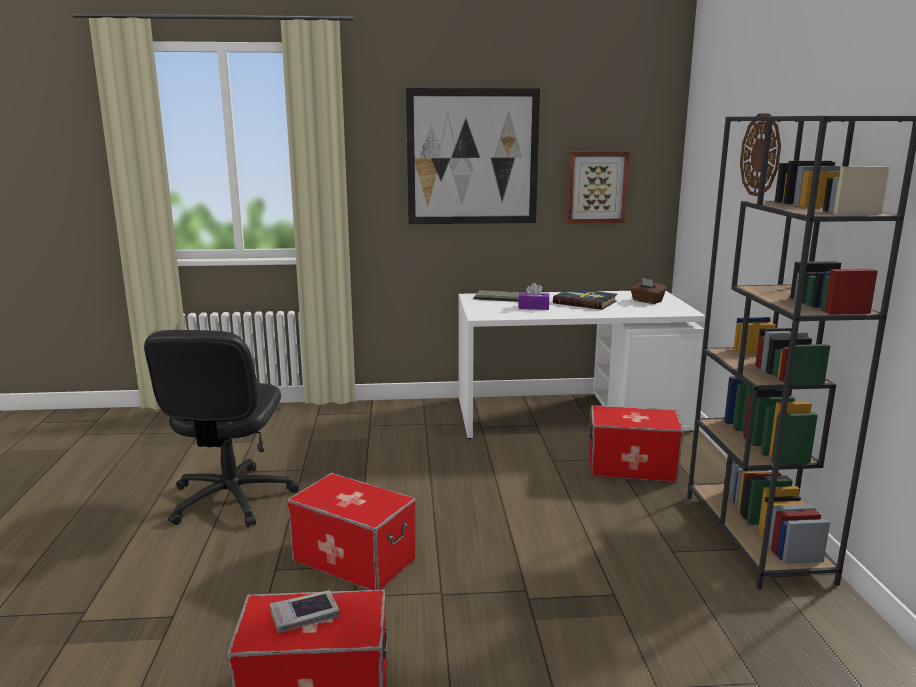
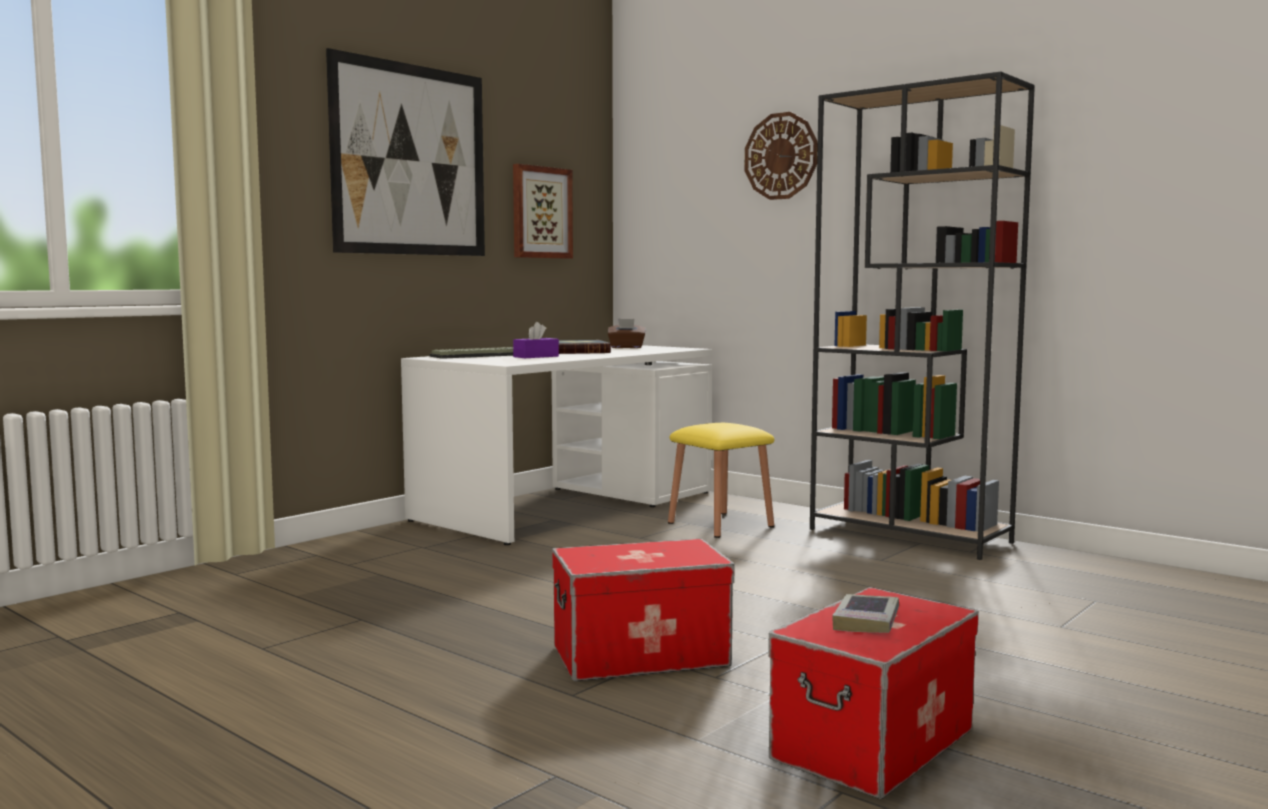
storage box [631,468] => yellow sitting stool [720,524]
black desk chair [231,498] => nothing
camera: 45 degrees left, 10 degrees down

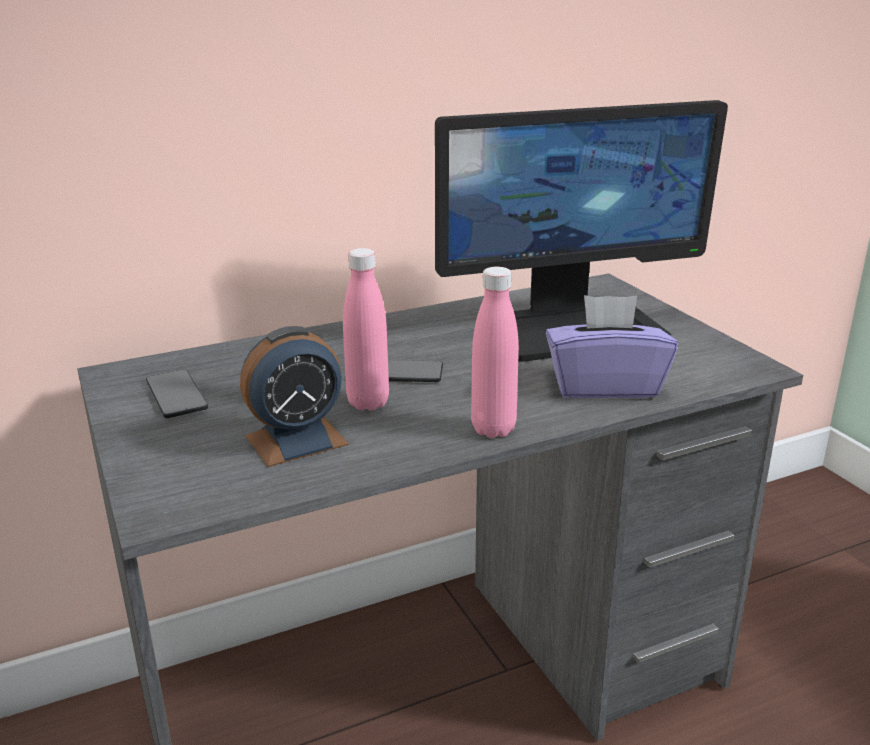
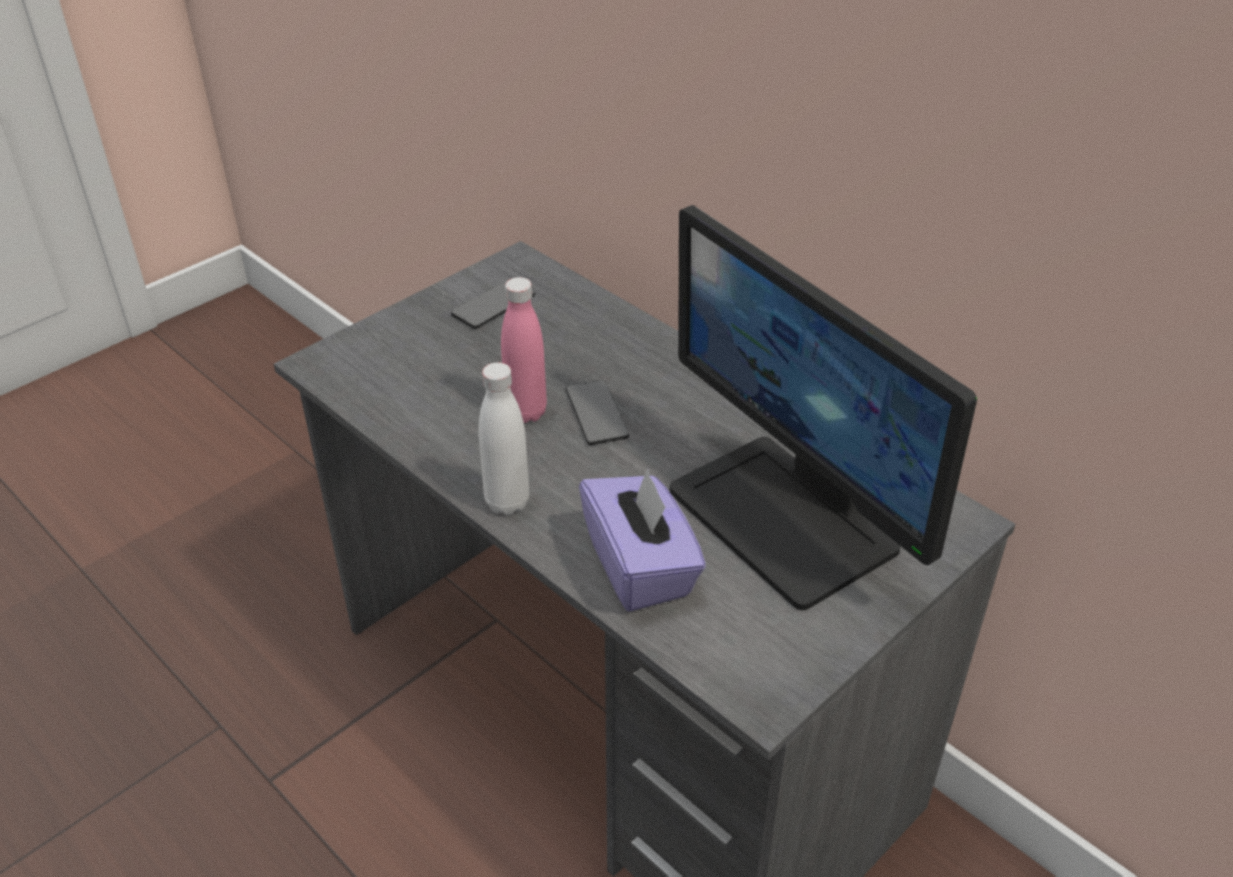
pink bottle [493,429] => white-coloured bottle [507,502]
table clock [296,440] => nothing
camera: 70 degrees right, 15 degrees up

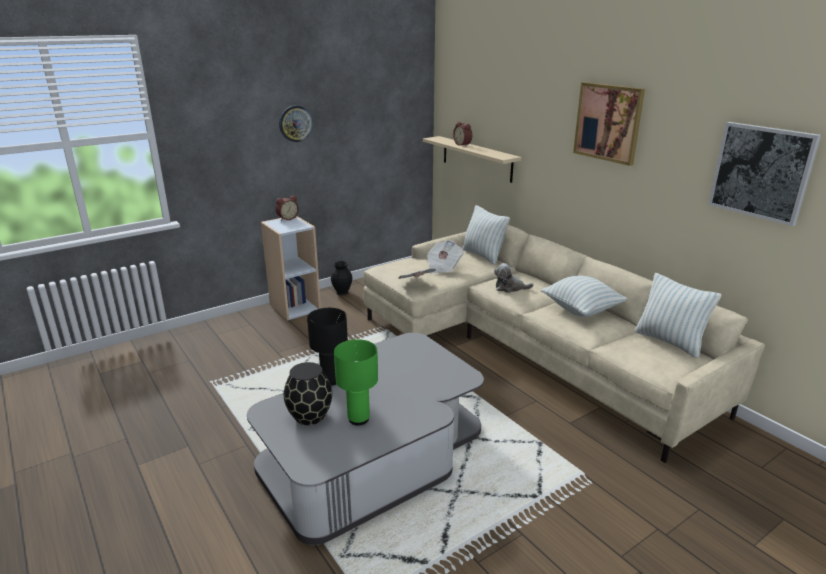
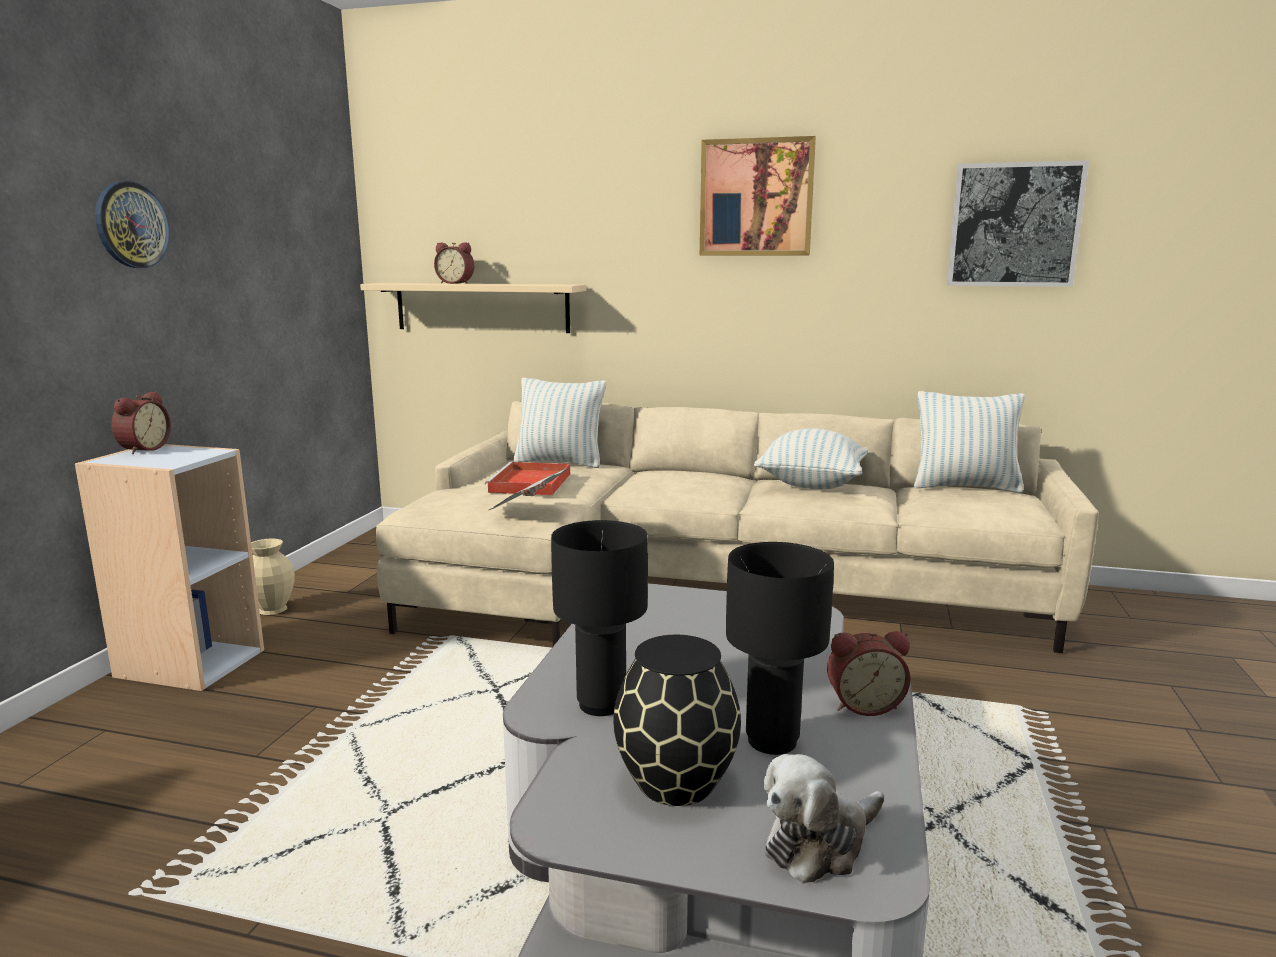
black flower vase [342,292] => beige-coloured flower vase [272,609]
newspaper [442,267] => red tray [530,483]
greenish lamp for a table [358,419] => black lamp for a table [773,741]
soft toy [510,288] => soft toy [819,843], shifted
nothing => table clock [863,704]
camera: 40 degrees left, 10 degrees down

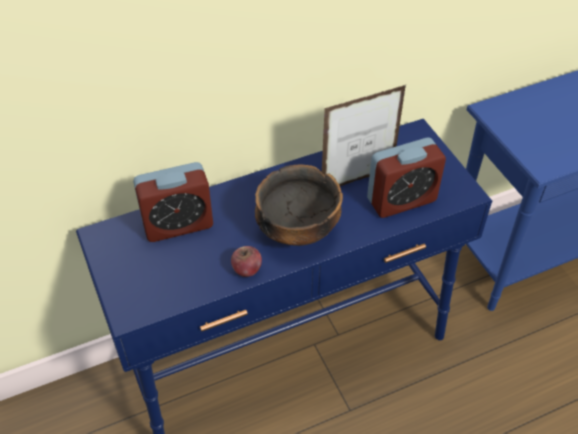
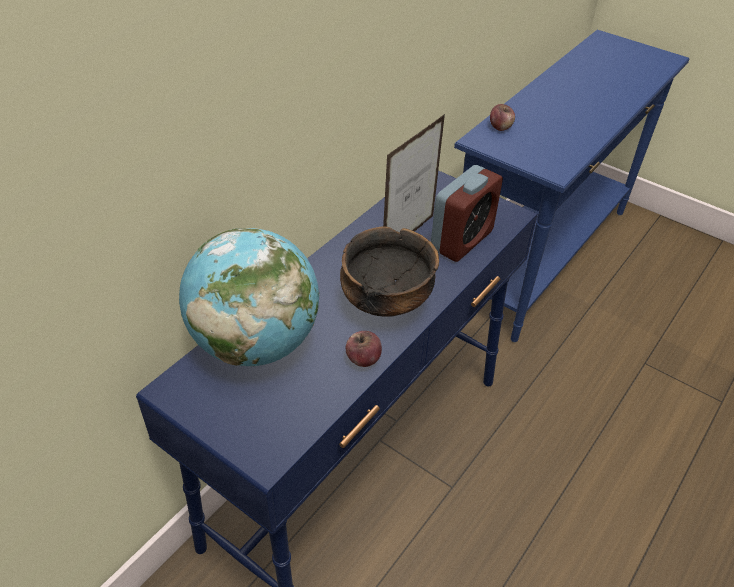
table clock [178,224] => globe [255,343]
nothing => apple fruit [500,127]
camera: 30 degrees left, 5 degrees down

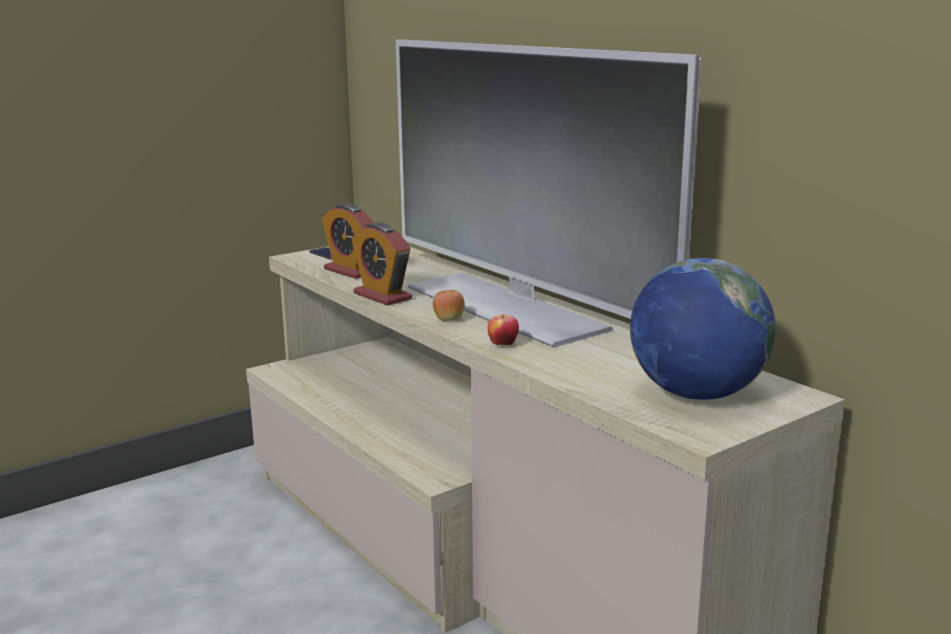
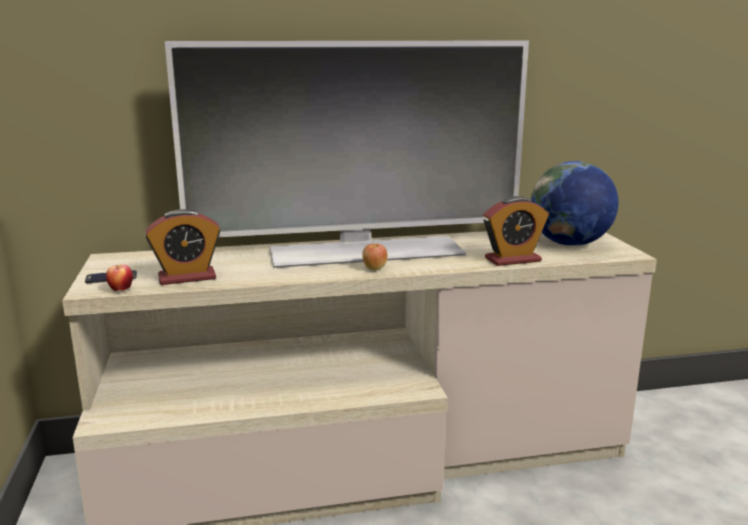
apple fruit [503,345] => apple fruit [121,290], shifted
table clock [382,296] => table clock [512,259], shifted
camera: 65 degrees left, 0 degrees up

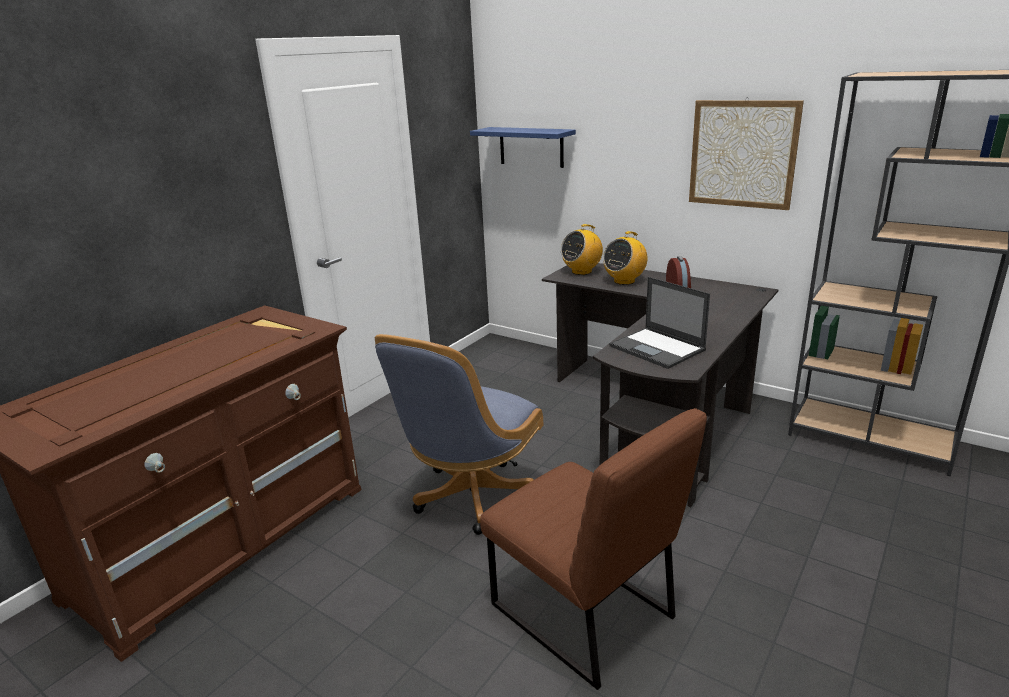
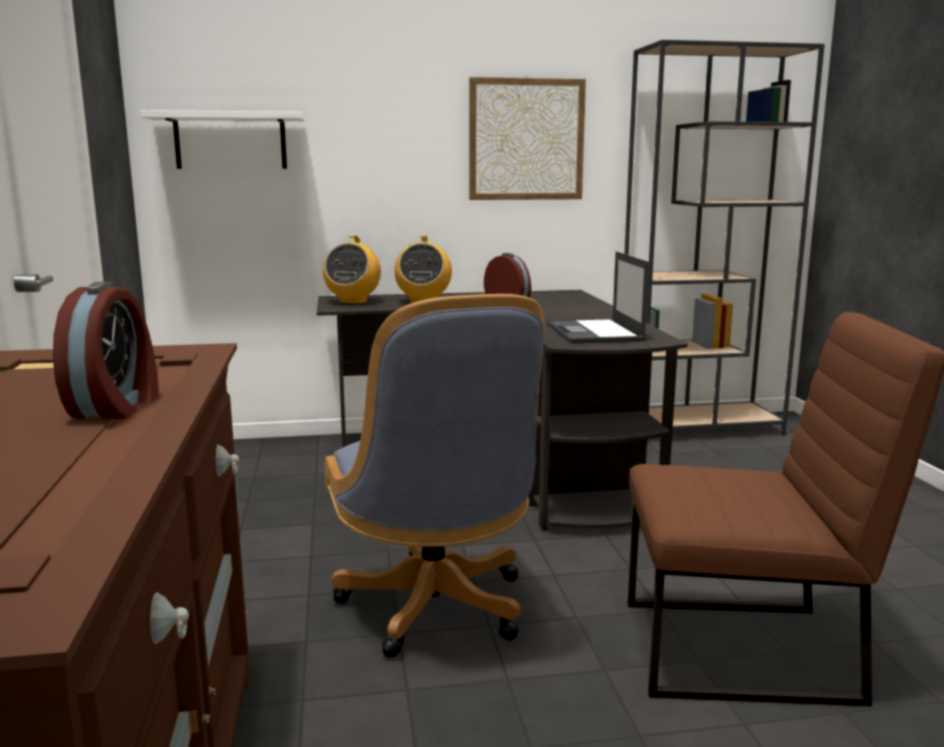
nothing => table clock [117,406]
blue wall shelf [531,147] => white-coloured wall shelf [230,141]
portable computer [658,348] => portable computer [595,333], 75 degrees clockwise
camera: 45 degrees left, 10 degrees down

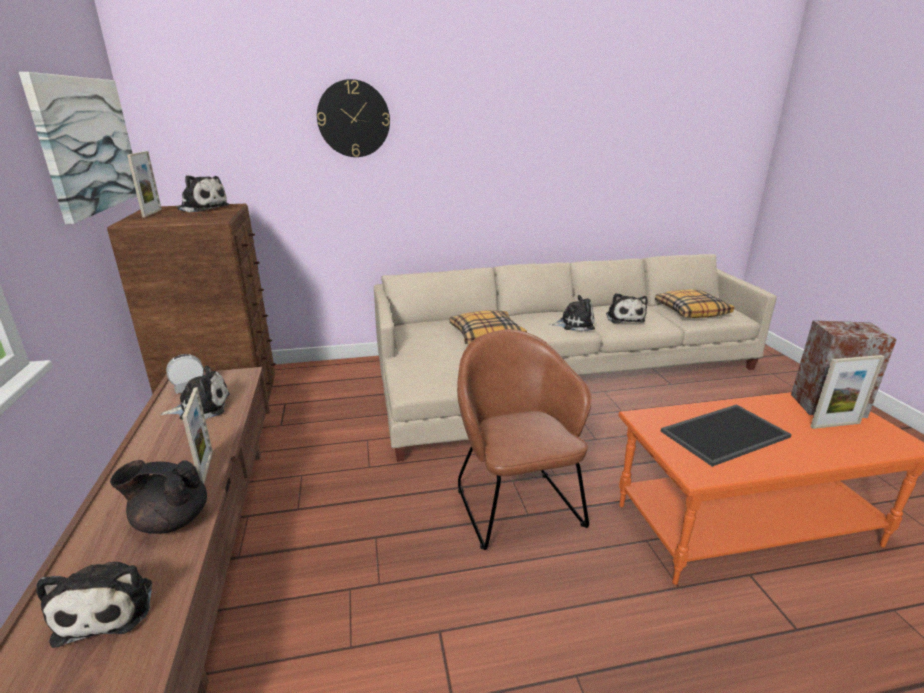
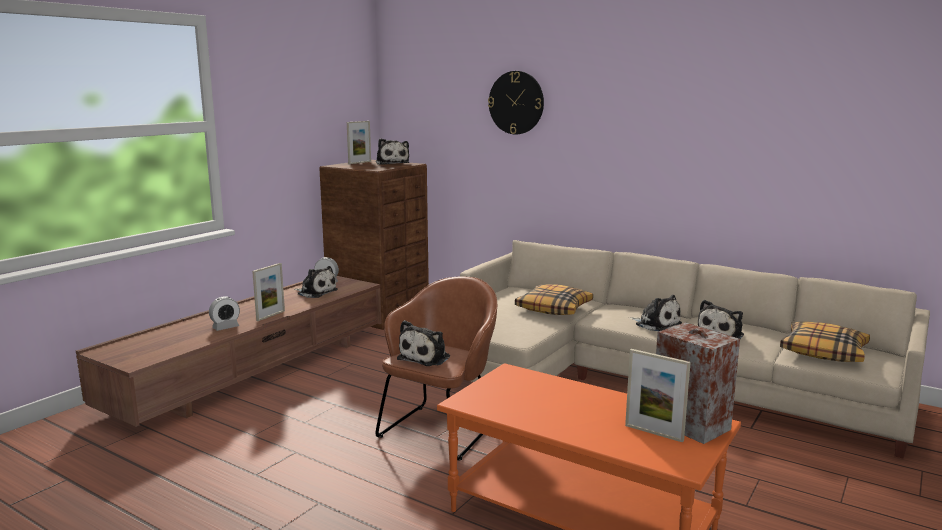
black pot for tea [171,520] => table clock [225,327]
soft toy [108,607] => soft toy [426,357], shifted
wall picture [88,144] => nothing
tray [724,433] => nothing
camera: 45 degrees right, 10 degrees down

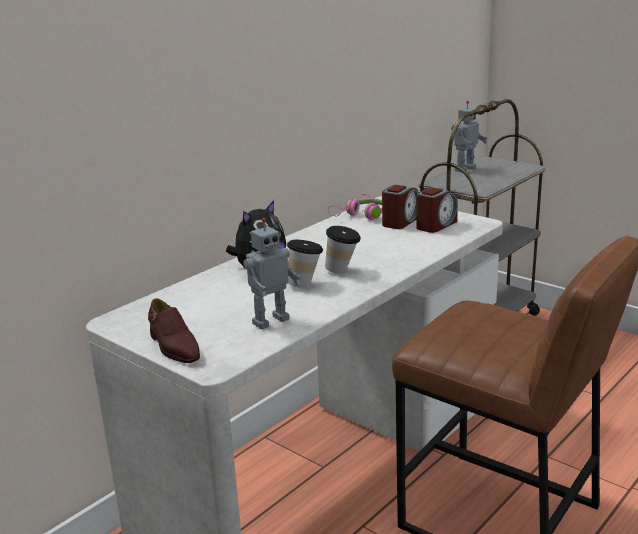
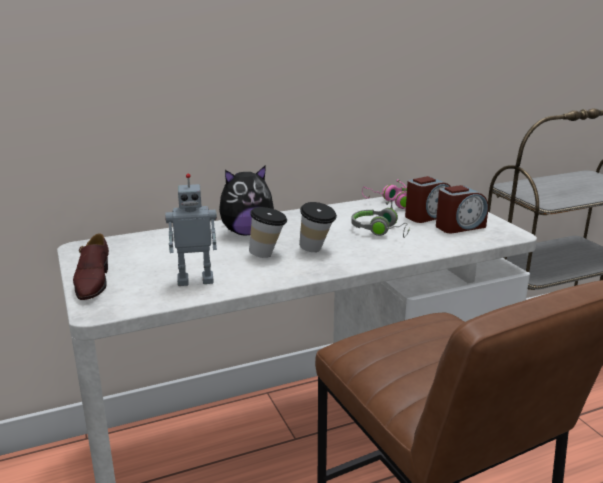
nothing => gray pair of headphones [381,231]
model robot [464,169] => nothing
camera: 25 degrees right, 0 degrees up

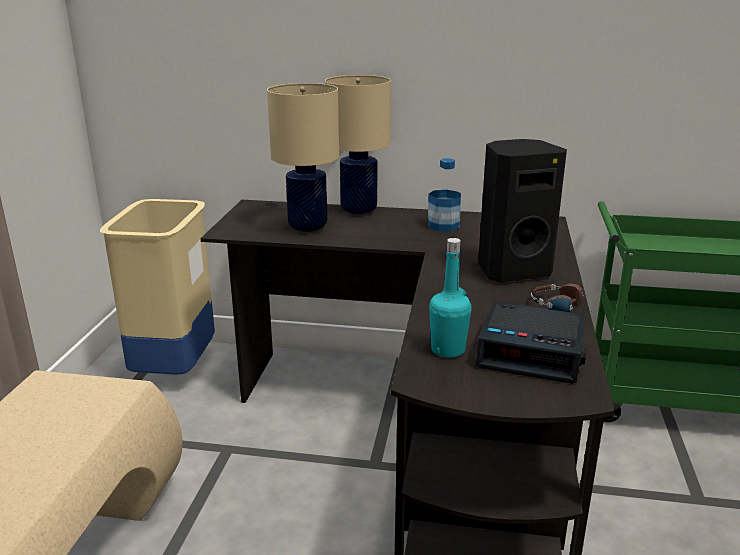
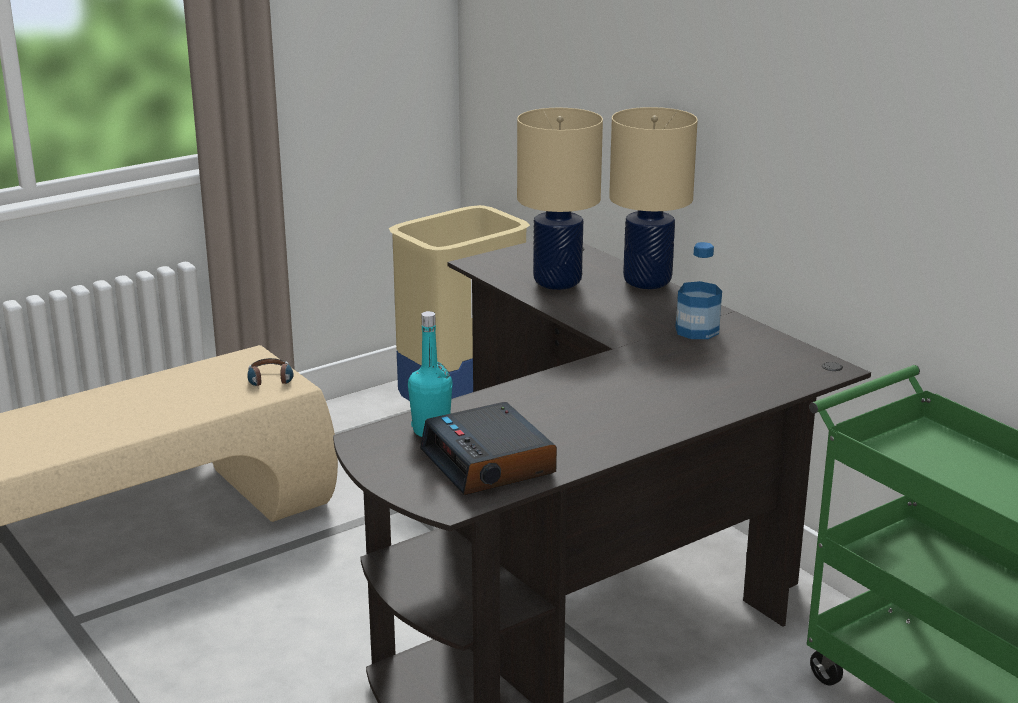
pair of headphones [564,307] => pair of headphones [271,382], shifted
black audio speaker [512,270] => nothing
camera: 45 degrees right, 0 degrees up

